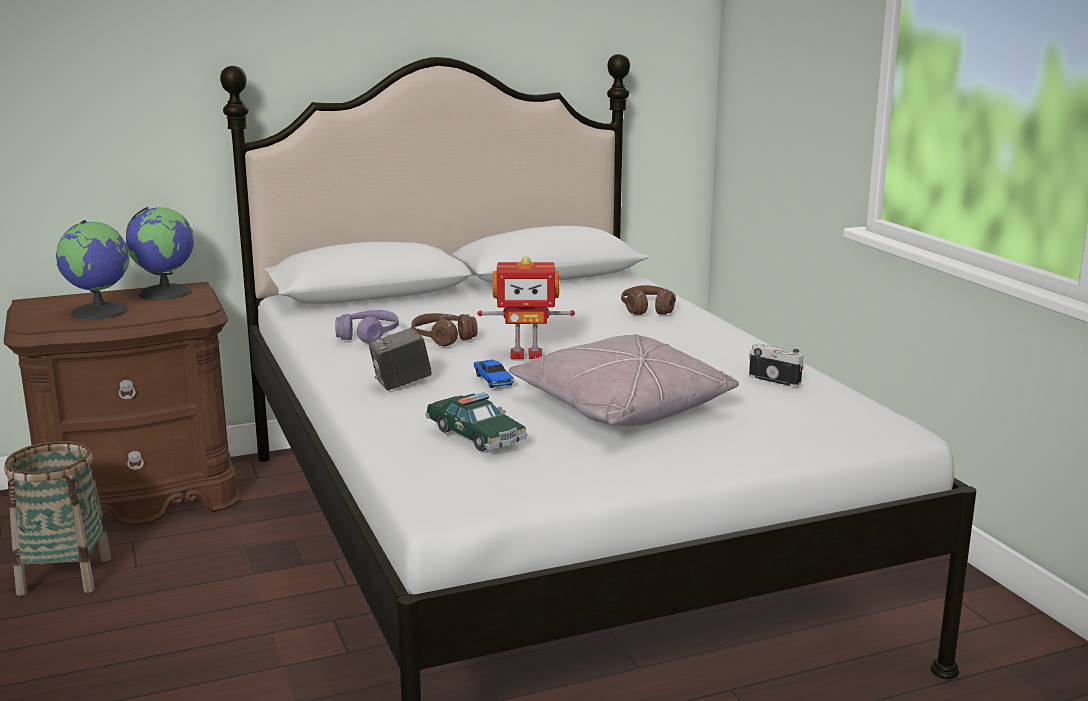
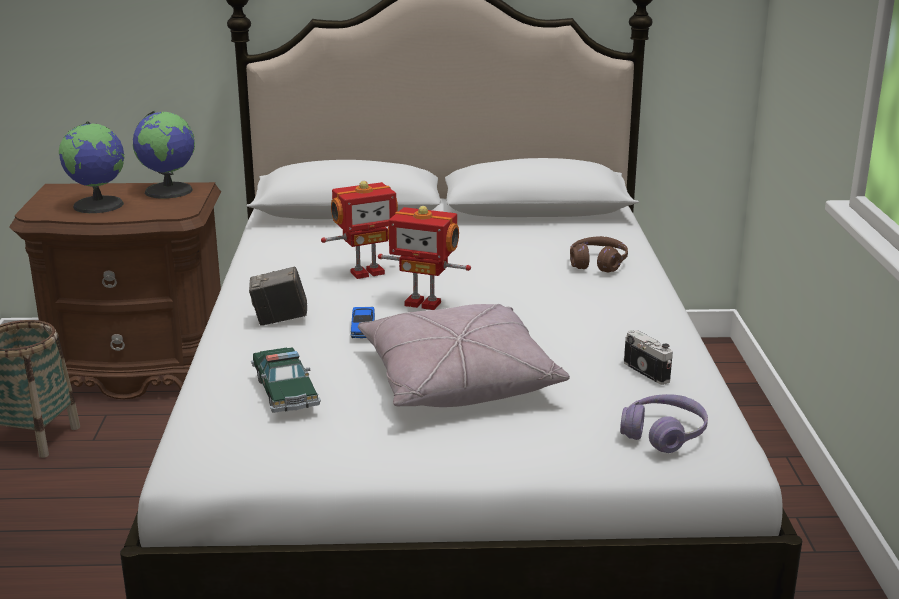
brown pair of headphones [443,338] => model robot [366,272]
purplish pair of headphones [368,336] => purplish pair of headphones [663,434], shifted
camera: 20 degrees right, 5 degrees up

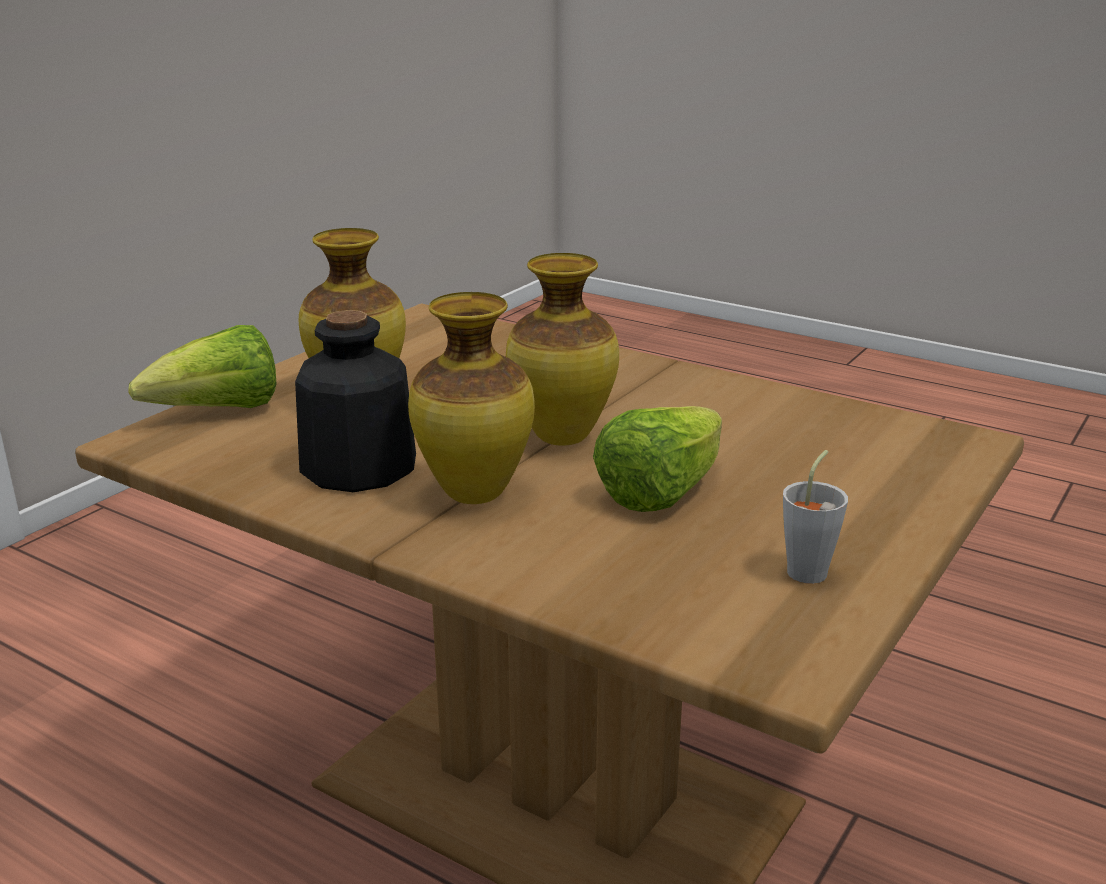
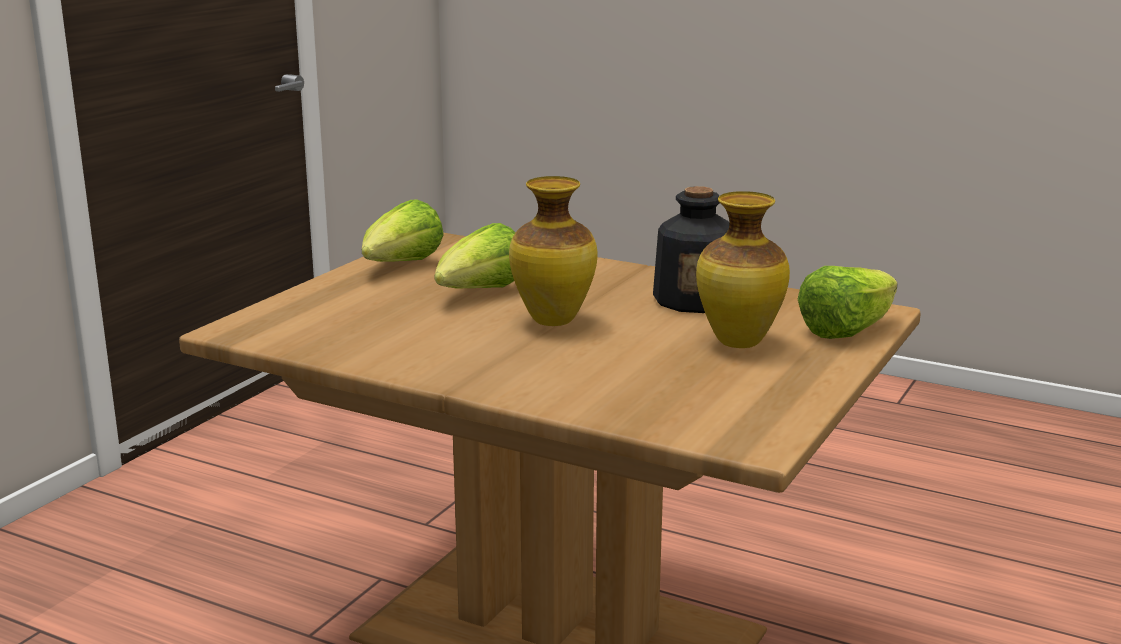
gray small cup [810,568] => head of lettuce [402,265]
flower vase [476,495] => nothing
camera: 175 degrees right, 5 degrees down

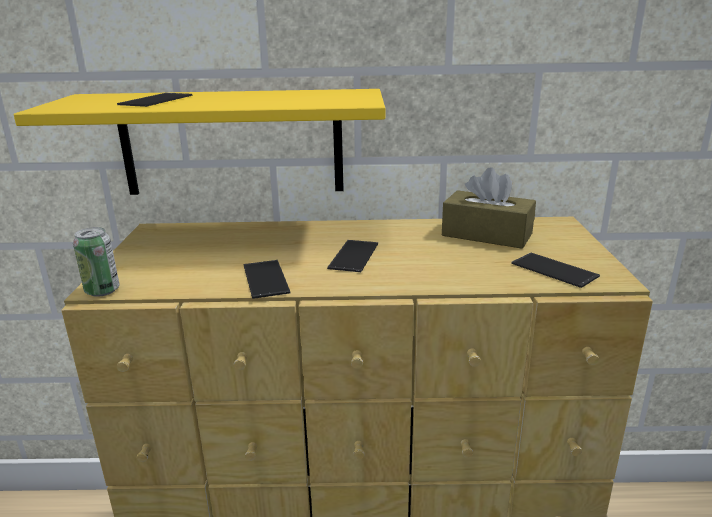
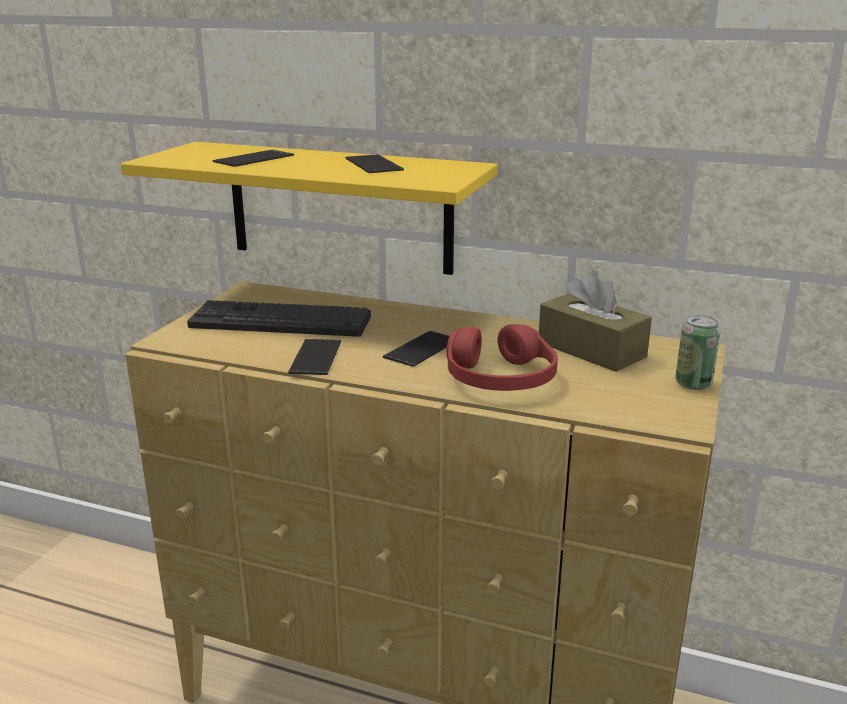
nothing => computer keyboard [280,321]
handset [554,270] => handset [373,165], shifted
nothing => red pair of headphones [500,378]
metal can [102,290] => metal can [693,384], shifted
camera: 20 degrees right, 0 degrees up

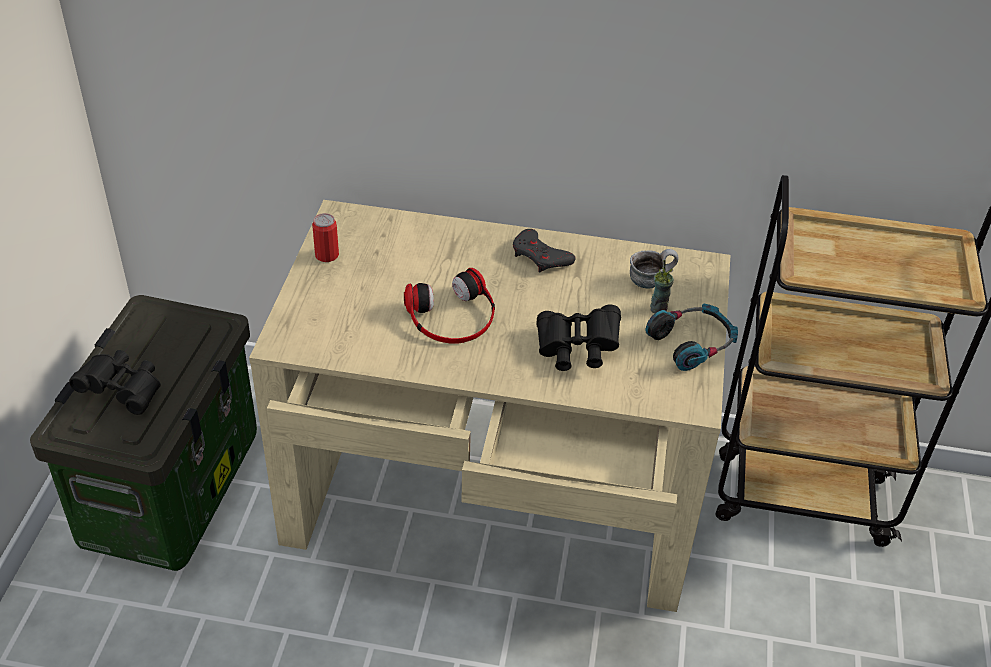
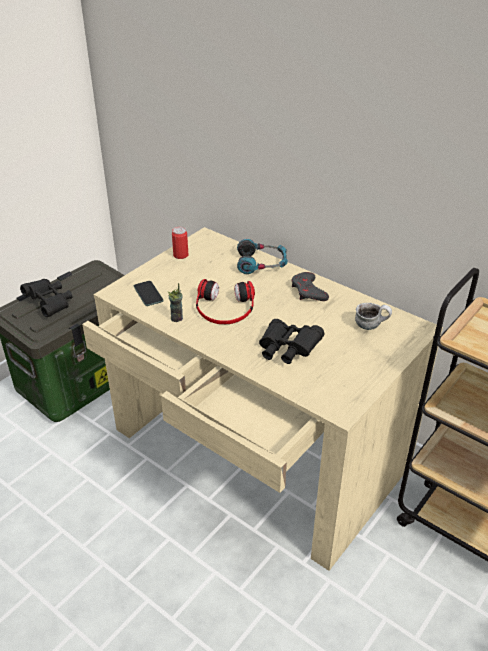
nothing => handset [148,294]
small cup [658,308] => small cup [177,318], shifted
pair of headphones [692,343] => pair of headphones [261,264], shifted
camera: 30 degrees right, 5 degrees down

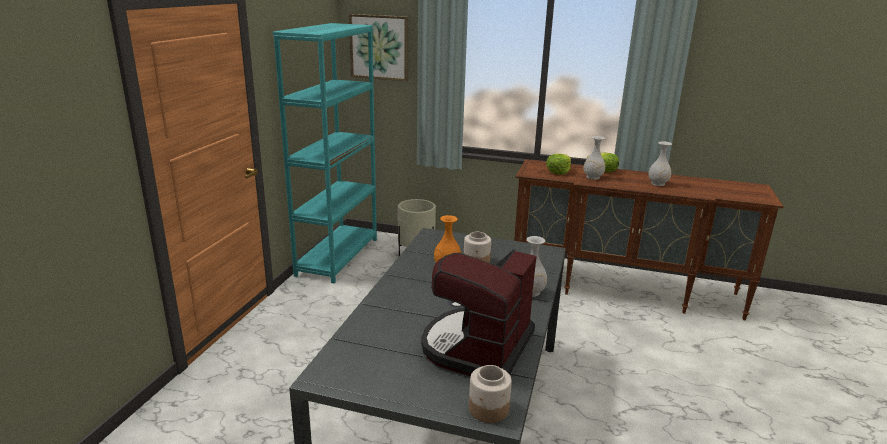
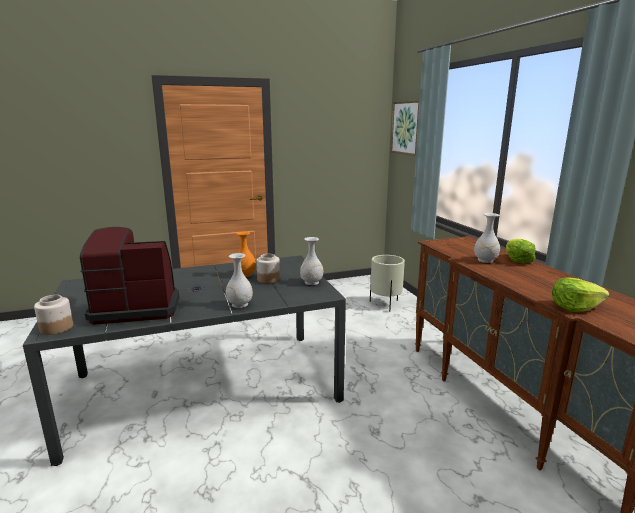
white-coloured flower vase [658,184] => white-coloured flower vase [311,282], shifted
head of lettuce [558,172] => head of lettuce [574,307], shifted
turquoise bookshelf [338,256] => nothing
camera: 55 degrees right, 5 degrees down

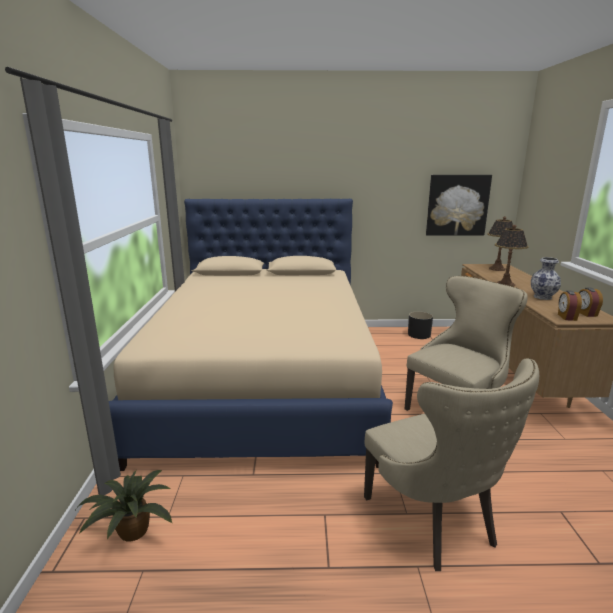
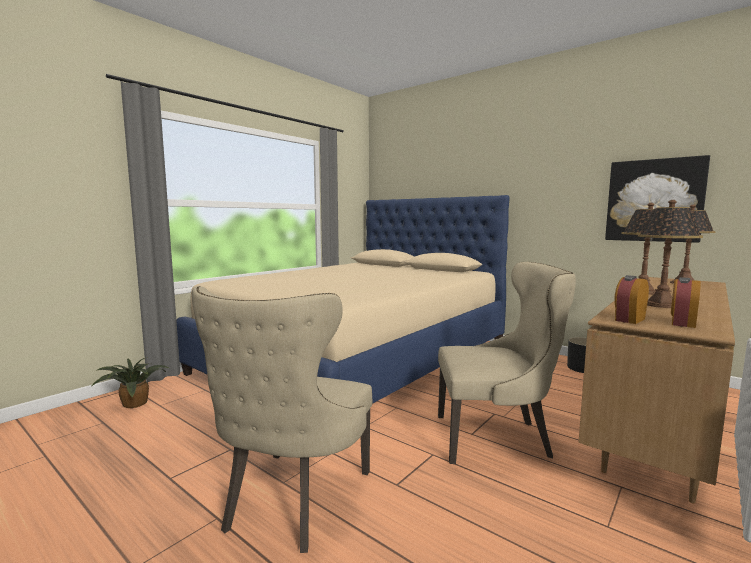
flower vase [542,297] => lamp for a table [661,304]
camera: 40 degrees right, 10 degrees down

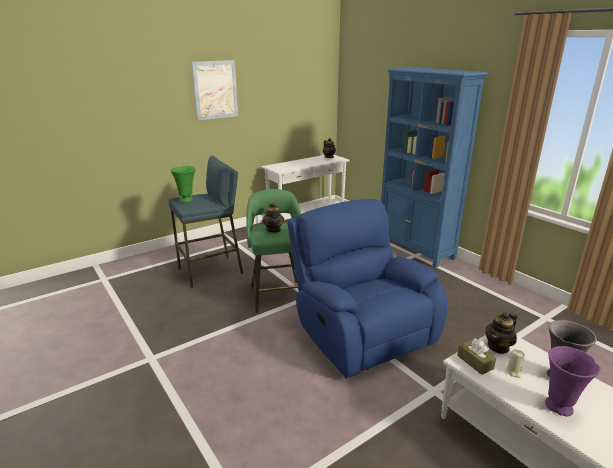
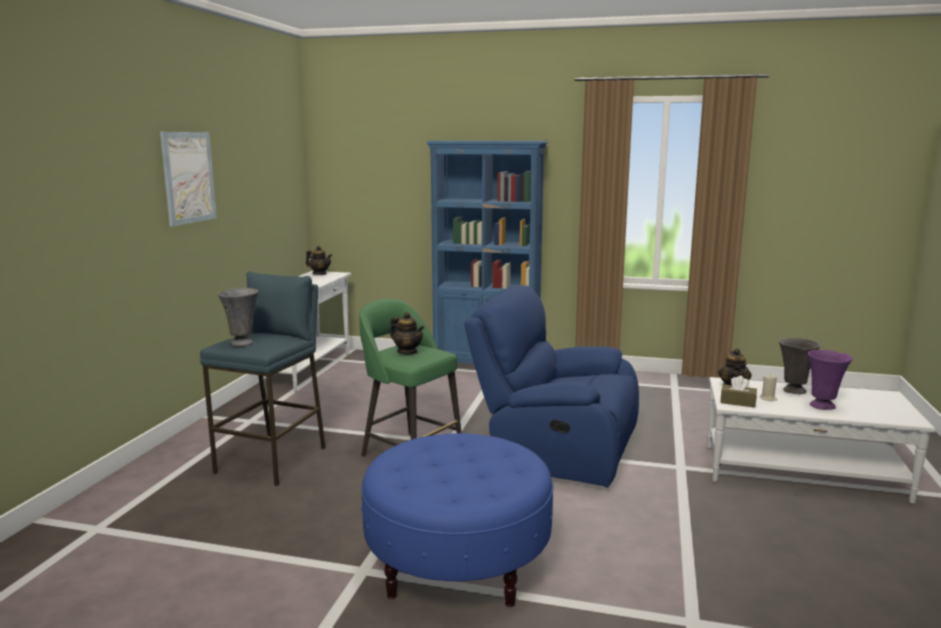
greenish flower vase [186,200] => gray flower vase [242,343]
nothing => blue pouffe [457,564]
camera: 40 degrees left, 10 degrees down

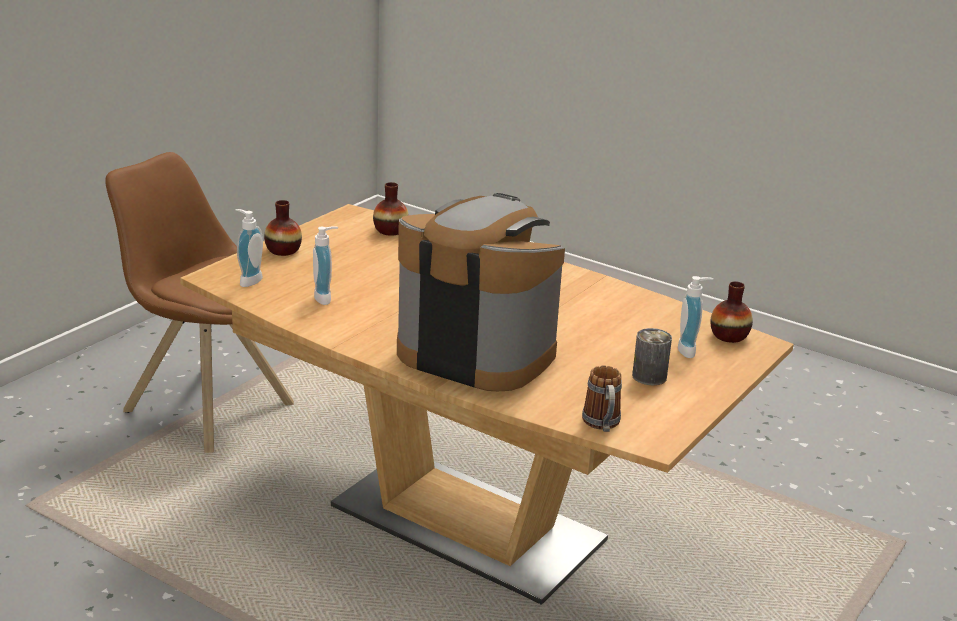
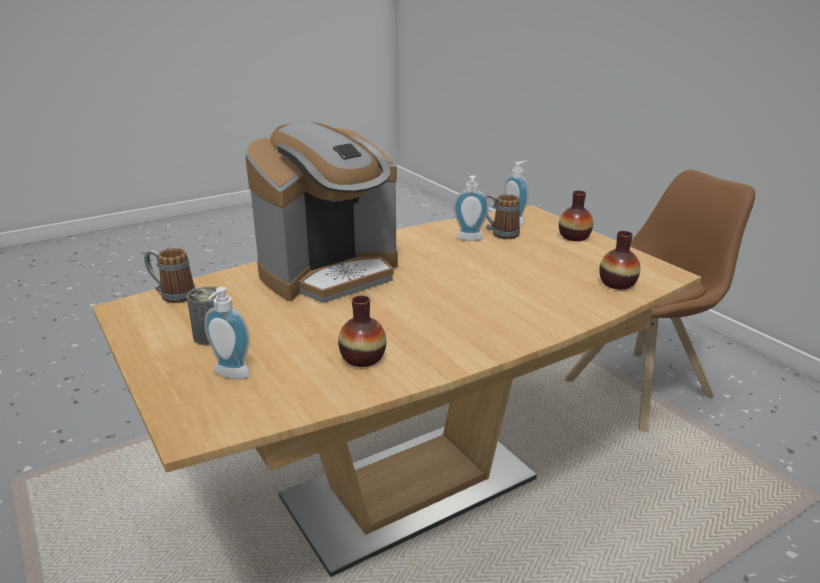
flower vase [729,336] => flower vase [363,358], shifted
nothing => coffee mug [499,233]
camera: 115 degrees right, 0 degrees up

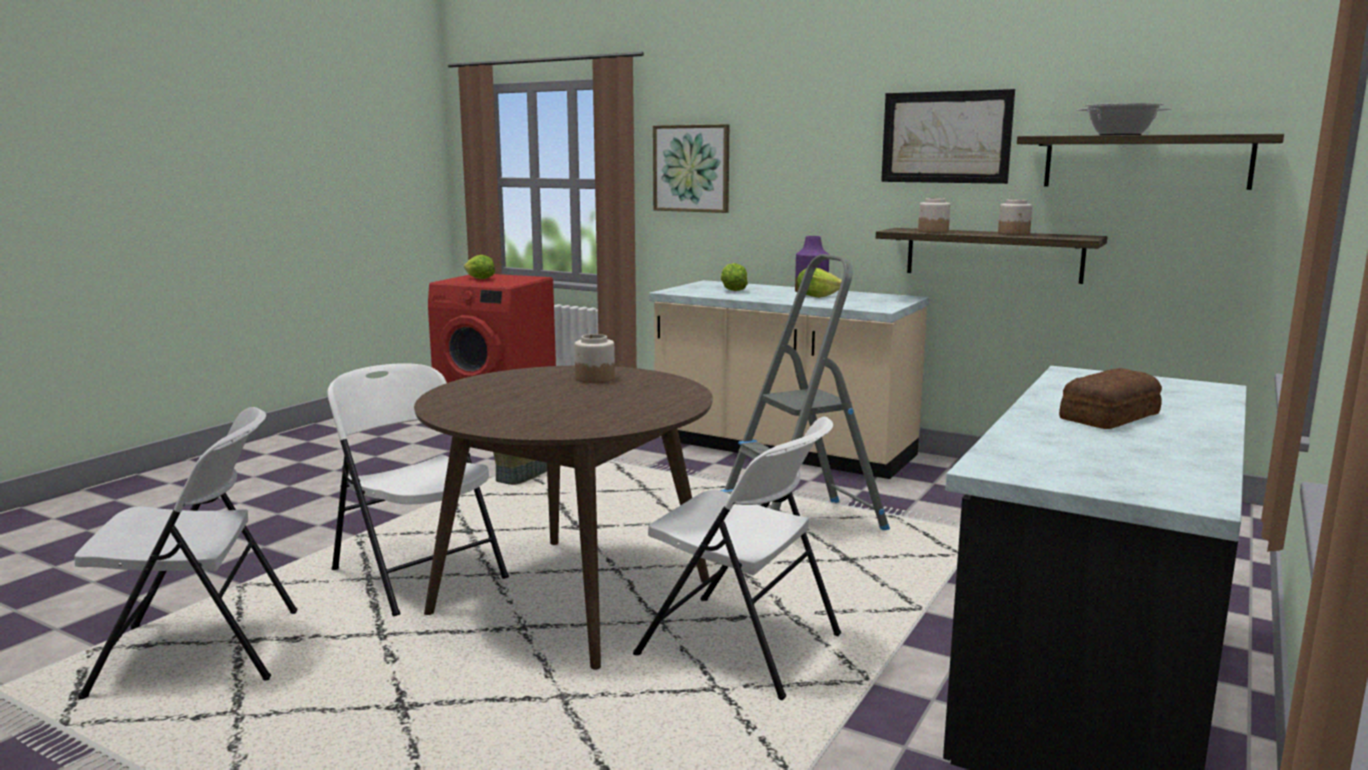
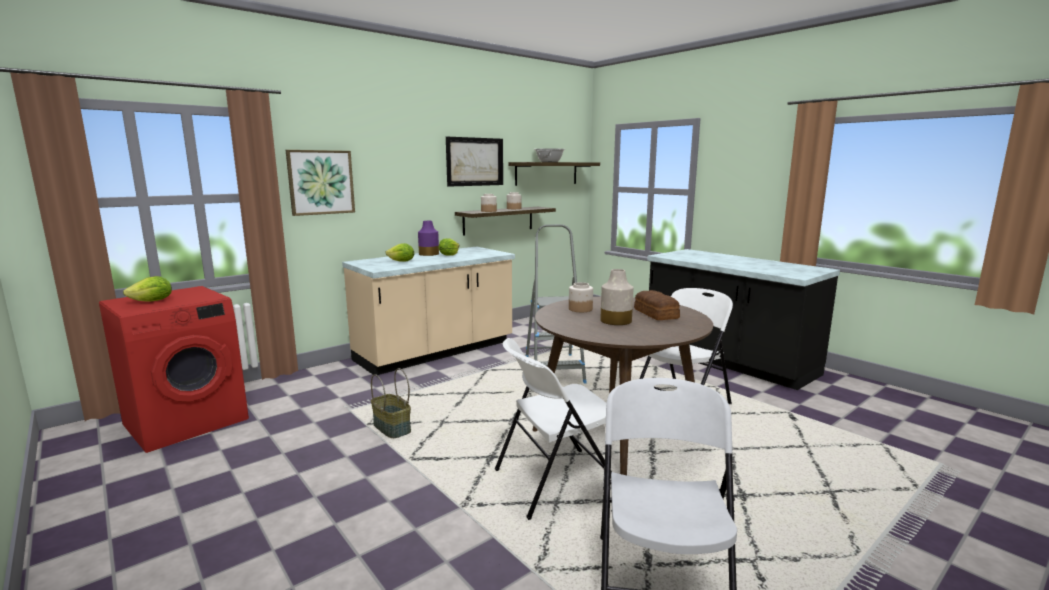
nothing => beige-coloured flower vase [615,320]
baked bread [1106,416] => baked bread [655,314], shifted
camera: 70 degrees left, 0 degrees up

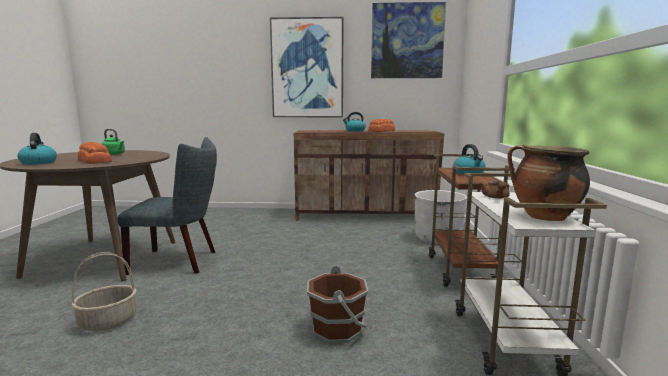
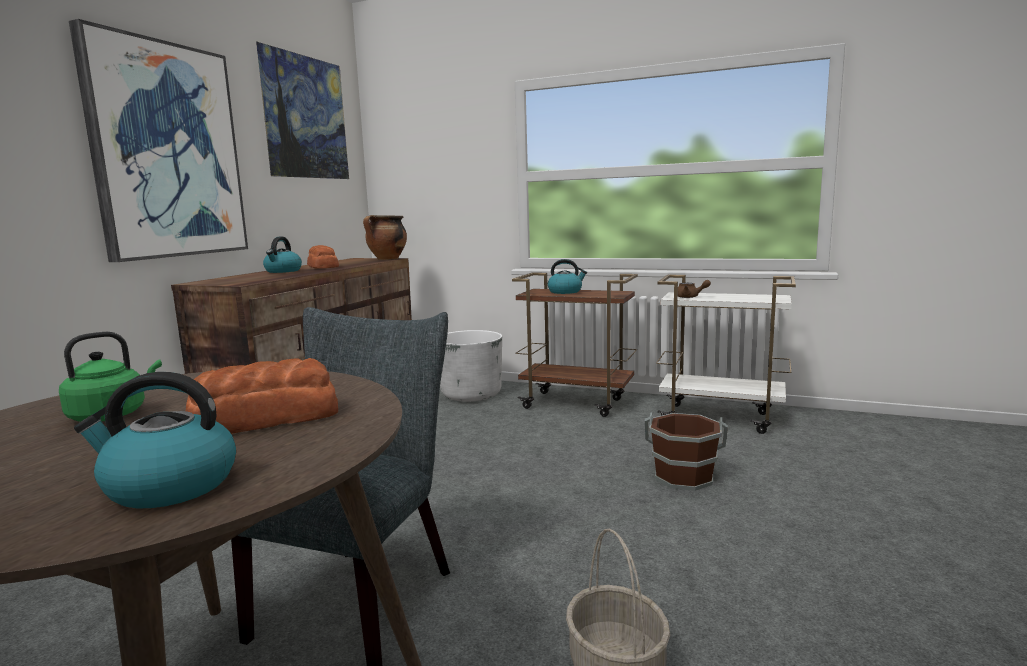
cooking pot [543,217] => cooking pot [387,259], shifted
camera: 70 degrees left, 0 degrees up

